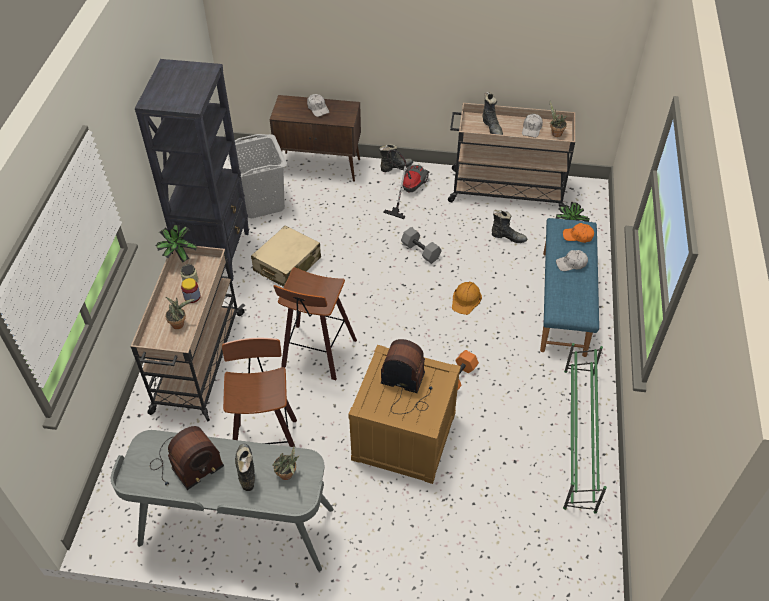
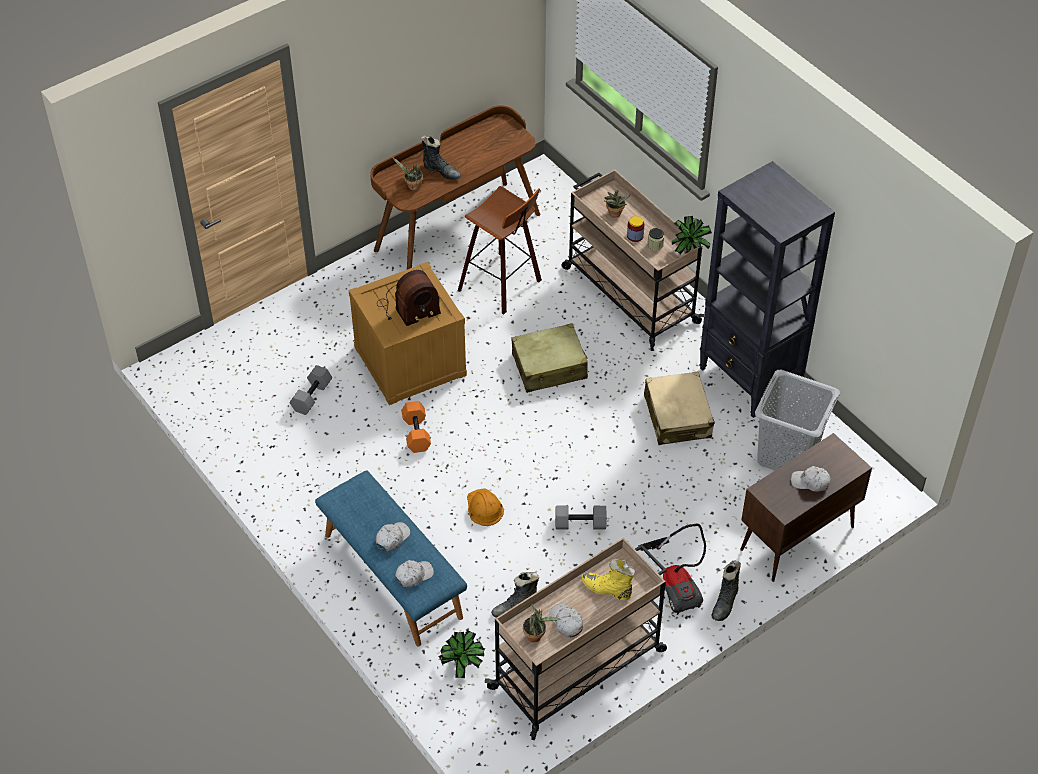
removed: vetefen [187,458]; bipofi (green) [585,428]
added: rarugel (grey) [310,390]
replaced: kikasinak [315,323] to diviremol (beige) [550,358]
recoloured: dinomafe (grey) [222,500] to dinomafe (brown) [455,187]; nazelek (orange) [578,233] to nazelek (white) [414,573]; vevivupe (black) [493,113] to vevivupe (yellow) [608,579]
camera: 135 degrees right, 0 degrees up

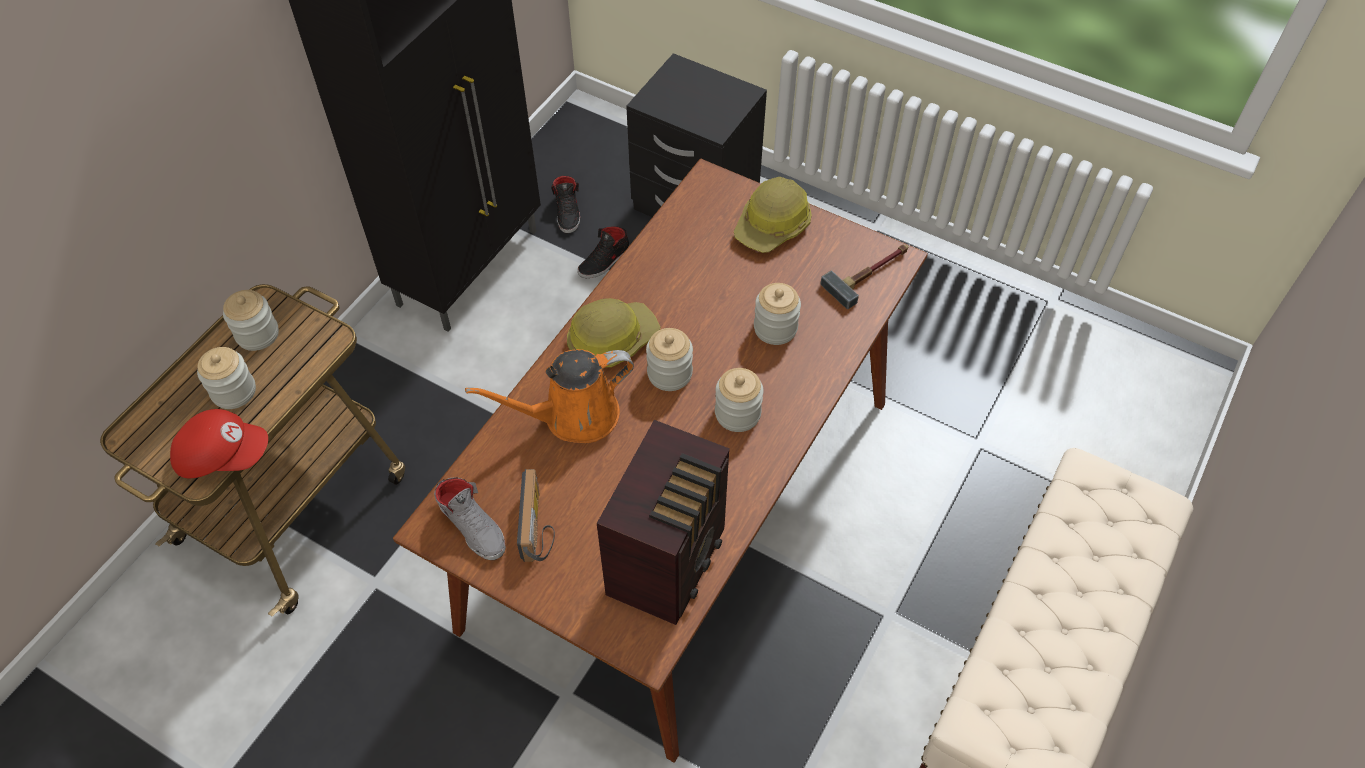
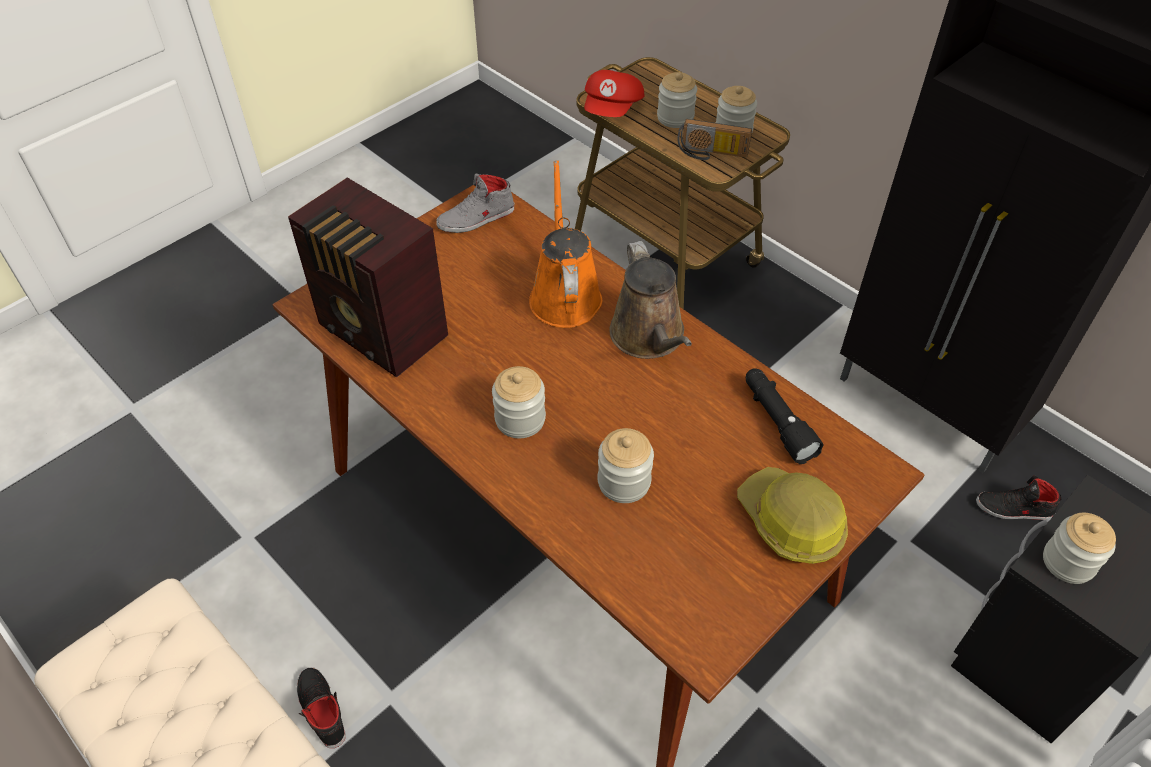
removed: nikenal [864,276]
added: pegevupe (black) [785,416]
moved: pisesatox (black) [604,252] to [321,707]; vetefen [536,515] to [715,139]; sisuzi [669,359] to [1079,548]
replaced: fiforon [614,332] to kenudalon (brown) [650,300]
camera: 105 degrees right, 5 degrees down

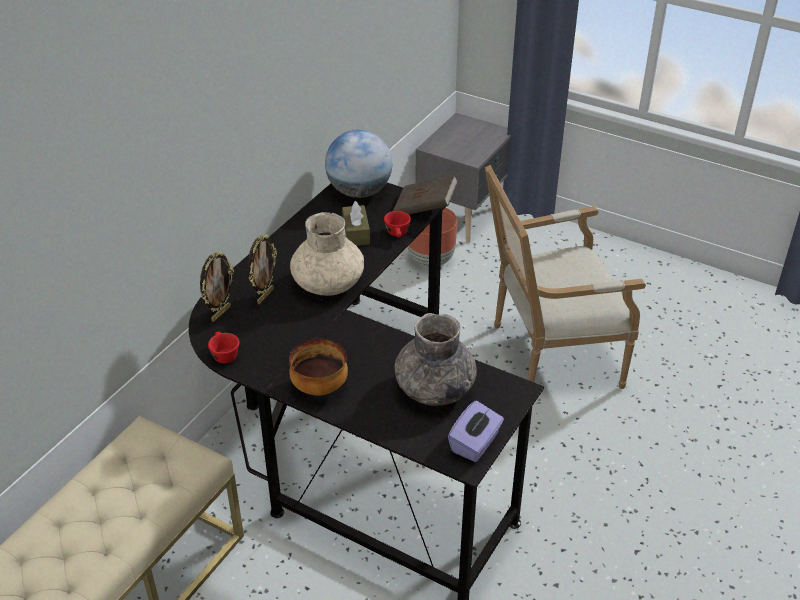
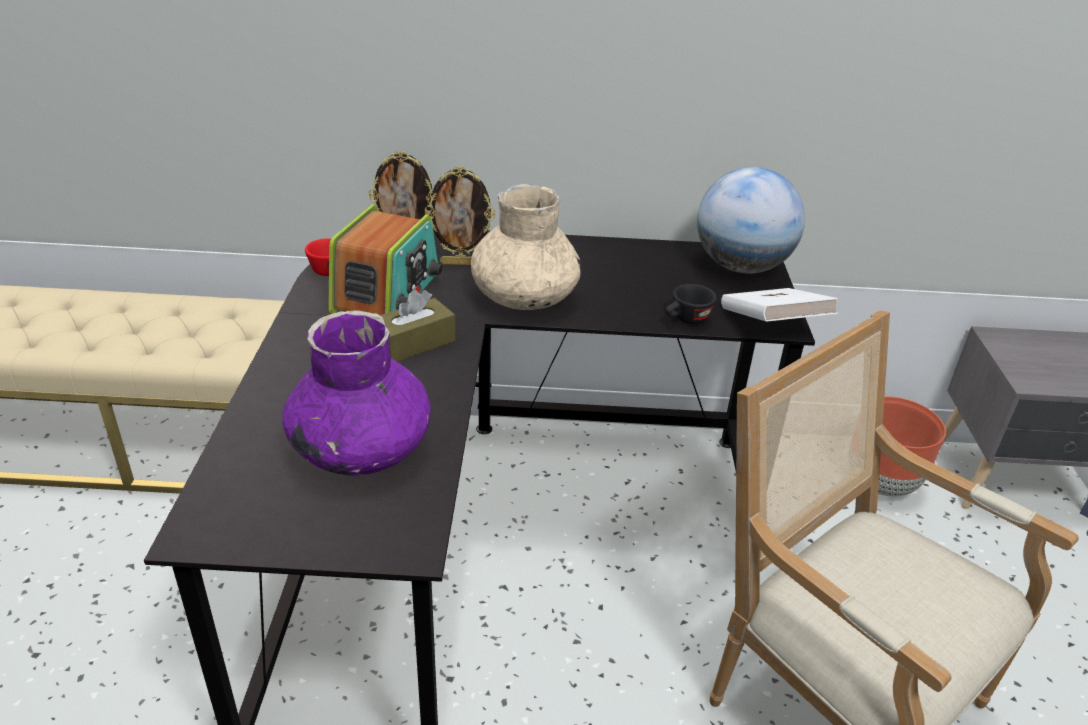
removed: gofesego [318,367]; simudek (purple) [476,431]
added: vetefen [385,260]
moved: simudek (brown) [356,223] to [417,326]
recoloured: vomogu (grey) [436,359] to vomogu (purple) [356,393]; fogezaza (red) [397,224] to fogezaza (black) [691,304]; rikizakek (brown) [425,194] to rikizakek (white) [779,305]
camera: 60 degrees right, 5 degrees down

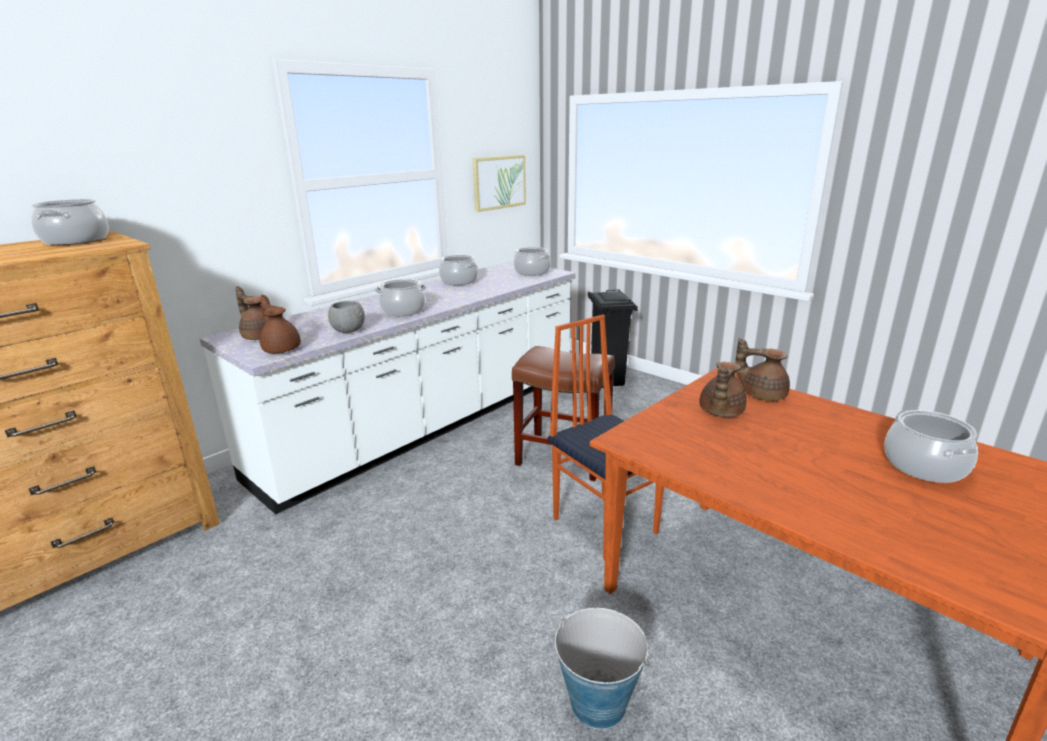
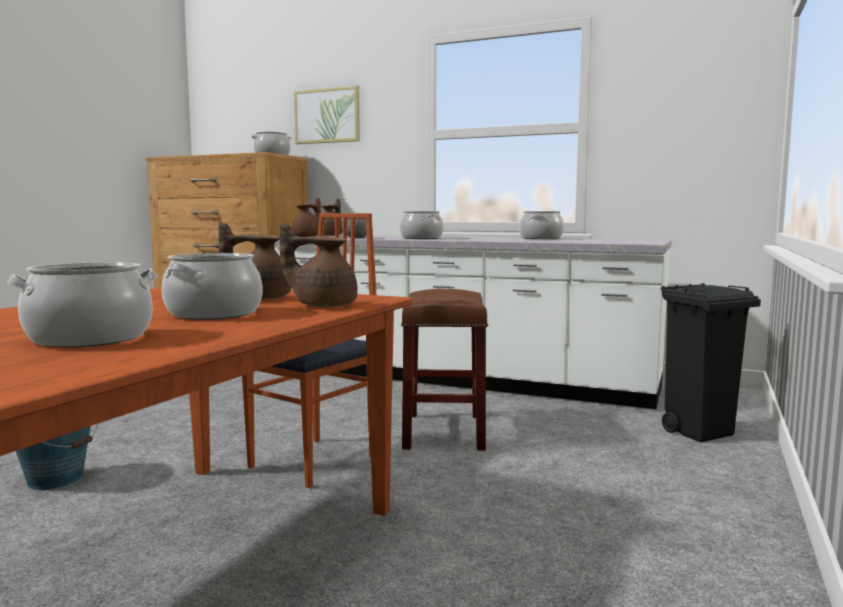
moved: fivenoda [532,261] to [212,286]; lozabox [499,183] to [327,115]
turned: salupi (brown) [762,369] = [319,264] 90 degrees counterclockwise
camera: 70 degrees right, 15 degrees down

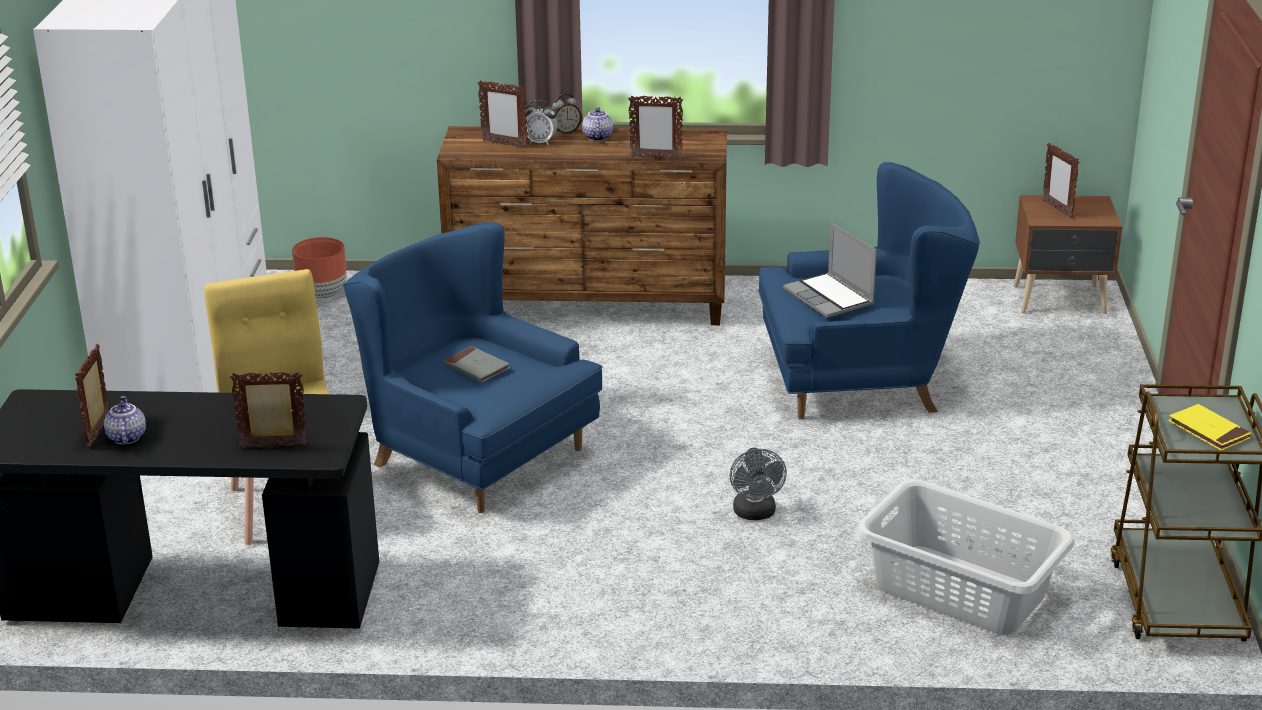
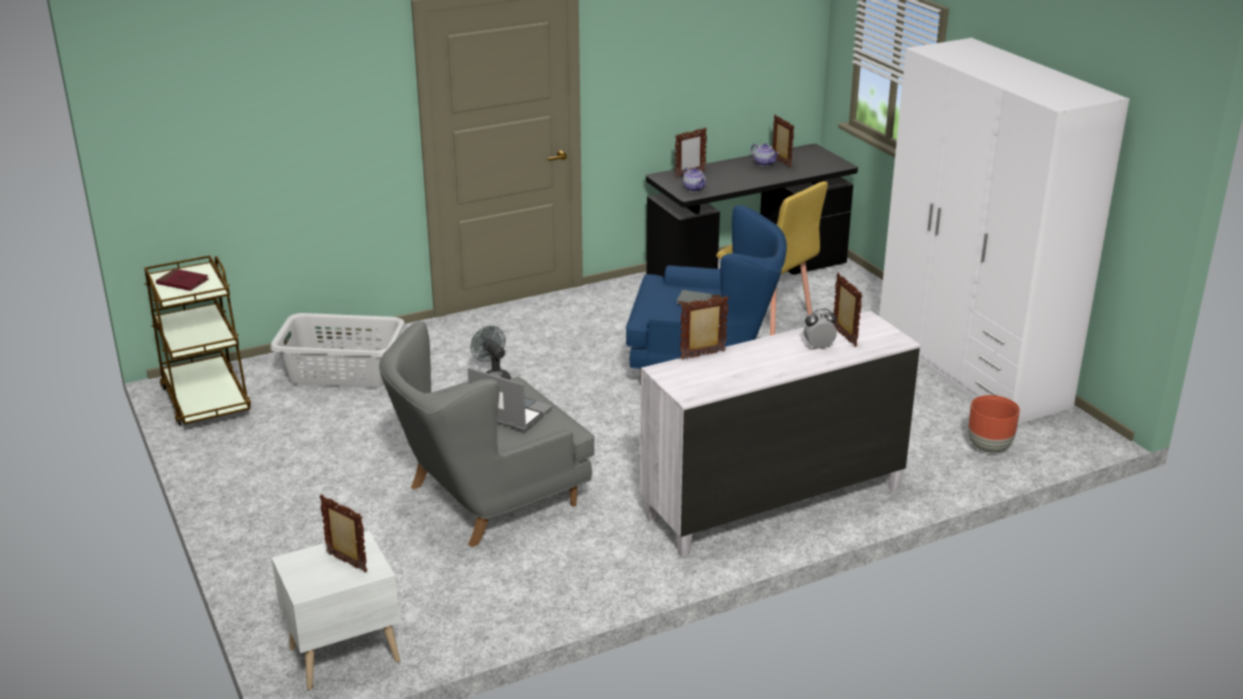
removed: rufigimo [567,114]
moved: salupi [597,124] to [694,179]
recoloured: rikizakek (yellow) [1210,427] to rikizakek (red) [182,280]; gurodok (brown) [1068,254] to gurodok (white) [336,610]; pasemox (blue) [869,290] to pasemox (grey) [487,434]; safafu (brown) [582,225] to safafu (white) [780,434]
turned: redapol [503,114] = [848,309] 75 degrees clockwise
camera: 150 degrees right, 0 degrees up

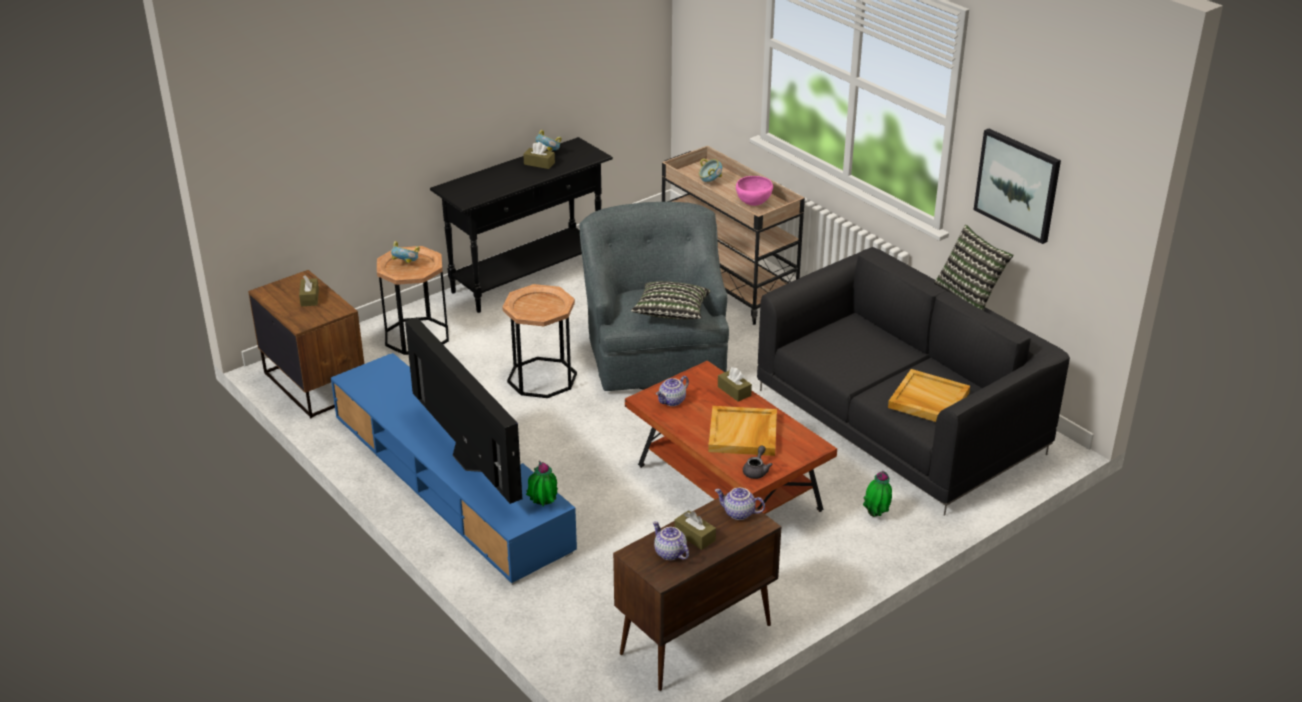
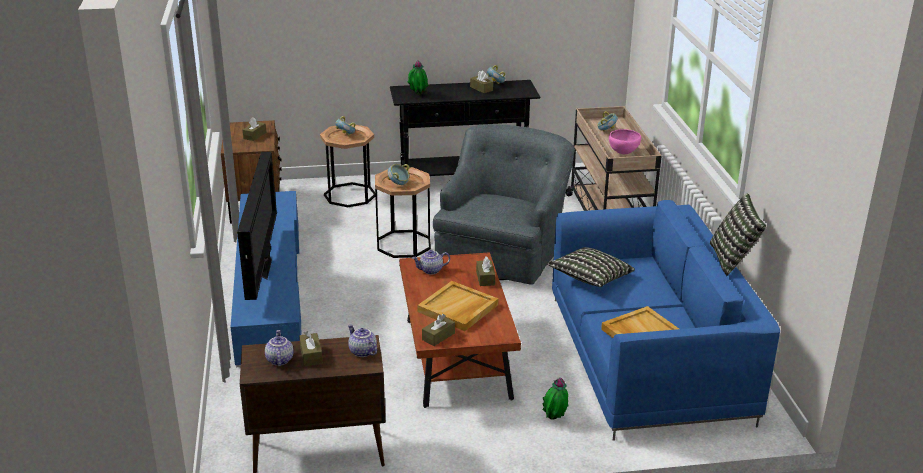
removed: lozabox [1017,186]
added: gofesego [399,174]
moved: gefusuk [542,483] to [418,77]; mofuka [670,300] to [591,267]
replaced: salupi (grey) [758,462] to simudek (brown) [438,330]
recoloured: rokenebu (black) [913,381] to rokenebu (blue) [666,320]
camera: 30 degrees right, 5 degrees down

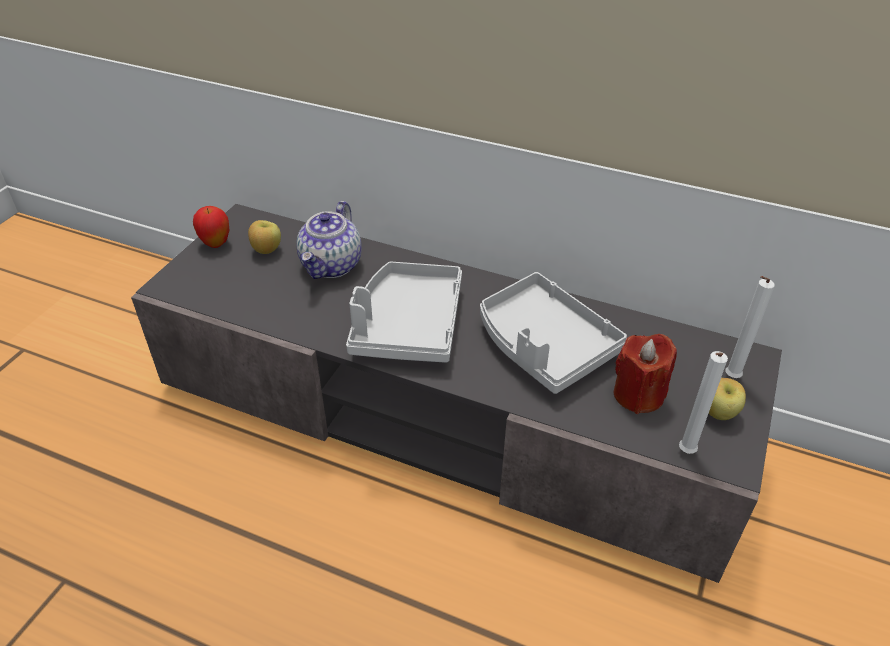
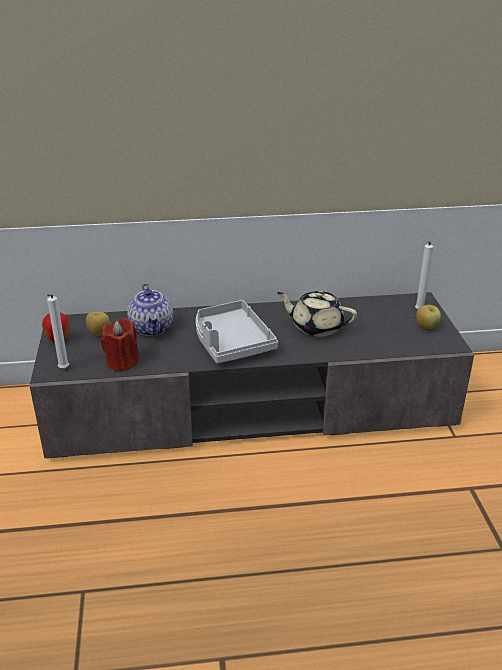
moved: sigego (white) [703,402] to [58,331]; sigego (red) [645,374] to [120,344]
replaced: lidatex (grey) [553,333] to salupi (beige) [317,314]
camera: 30 degrees left, 10 degrees down

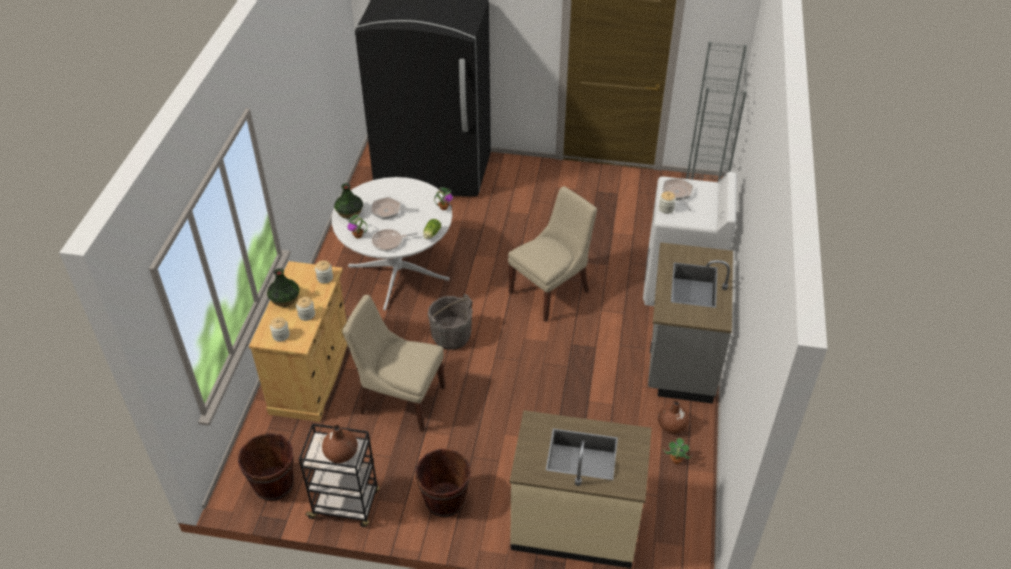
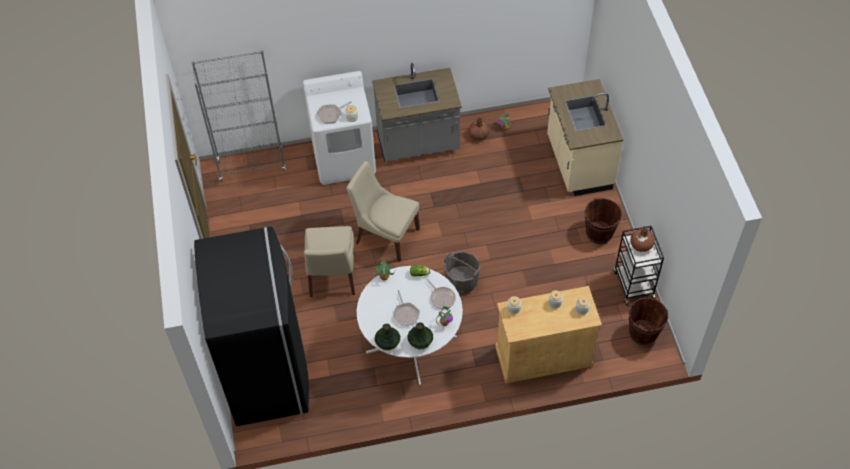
moved: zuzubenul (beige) [393,363] to [329,261]; vomogu [283,287] to [387,337]
camera: 110 degrees left, 10 degrees up

